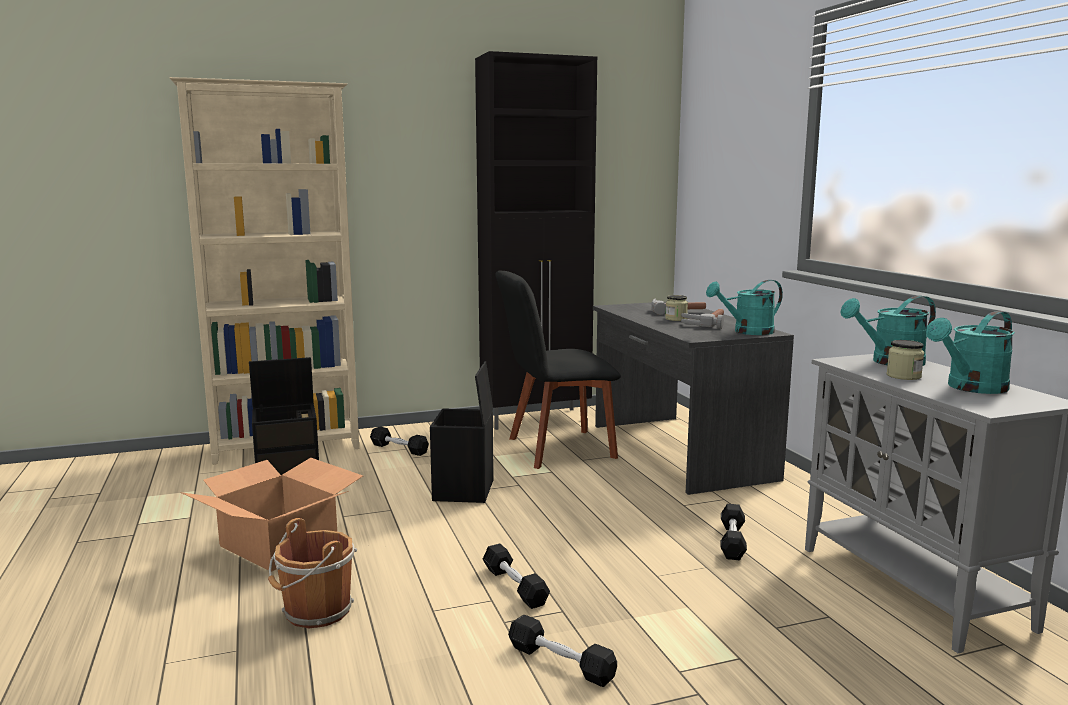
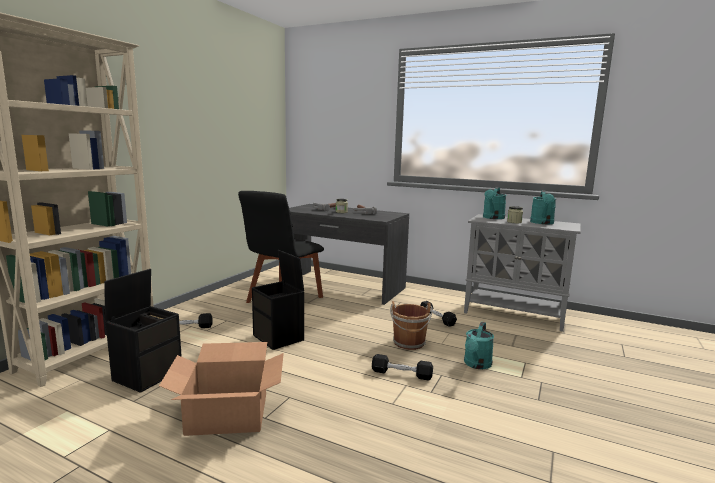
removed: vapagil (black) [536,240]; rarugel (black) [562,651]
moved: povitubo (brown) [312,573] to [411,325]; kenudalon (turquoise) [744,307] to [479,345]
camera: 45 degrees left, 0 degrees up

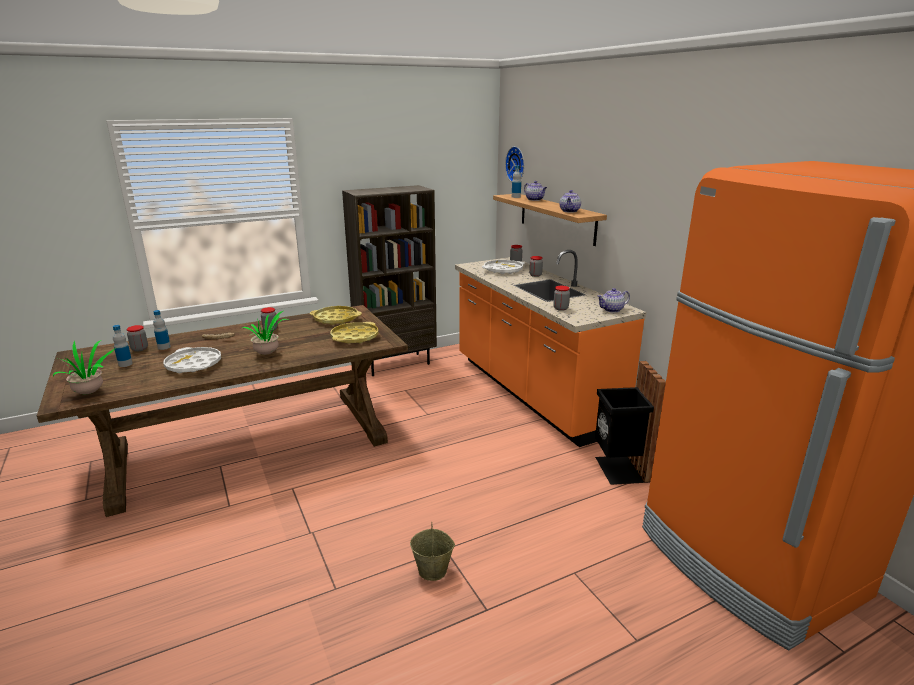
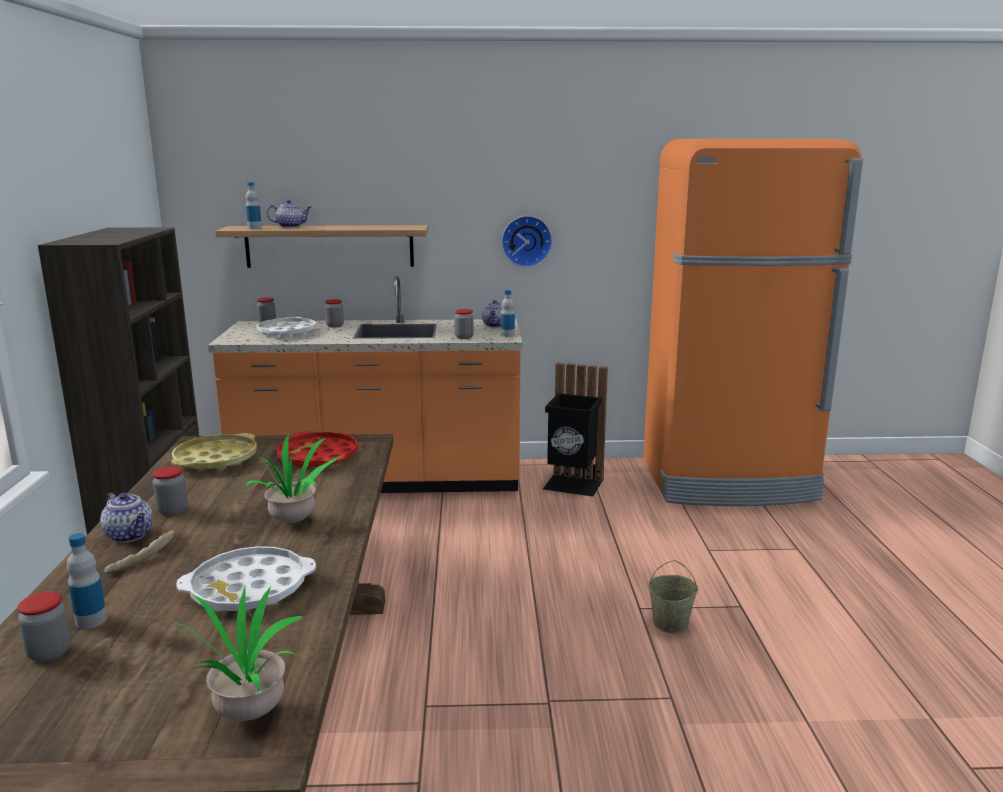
moved: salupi [570,201] to [126,518]; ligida [514,164] to [527,242]; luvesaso [123,346] to [508,313]
recoloured: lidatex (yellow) [354,333] to lidatex (red) [317,449]
camera: 65 degrees left, 5 degrees down

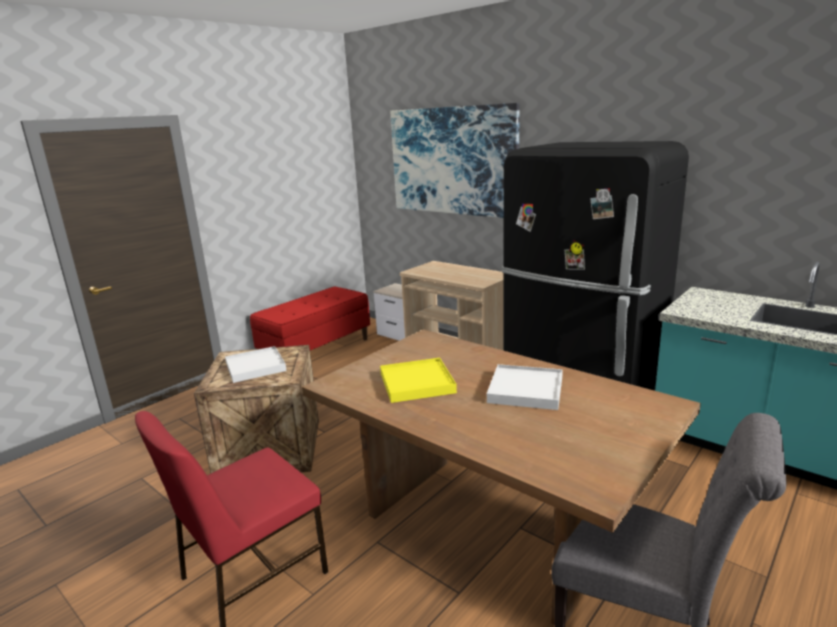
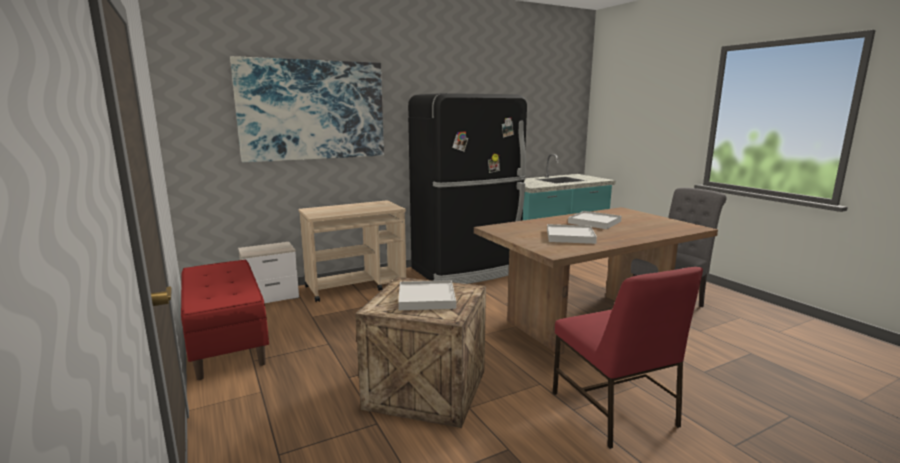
recoloured: lidatex (yellow) [418,380] to lidatex (white) [572,234]
camera: 70 degrees left, 5 degrees down

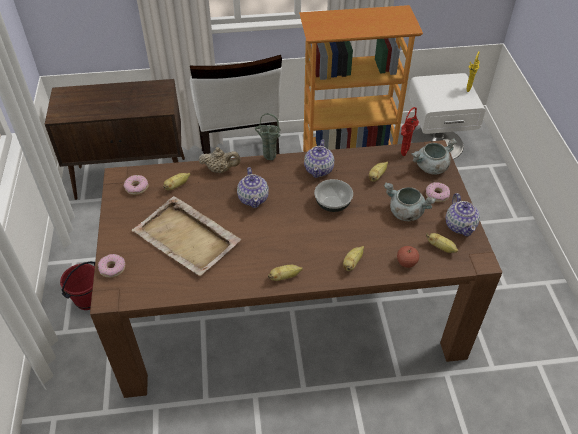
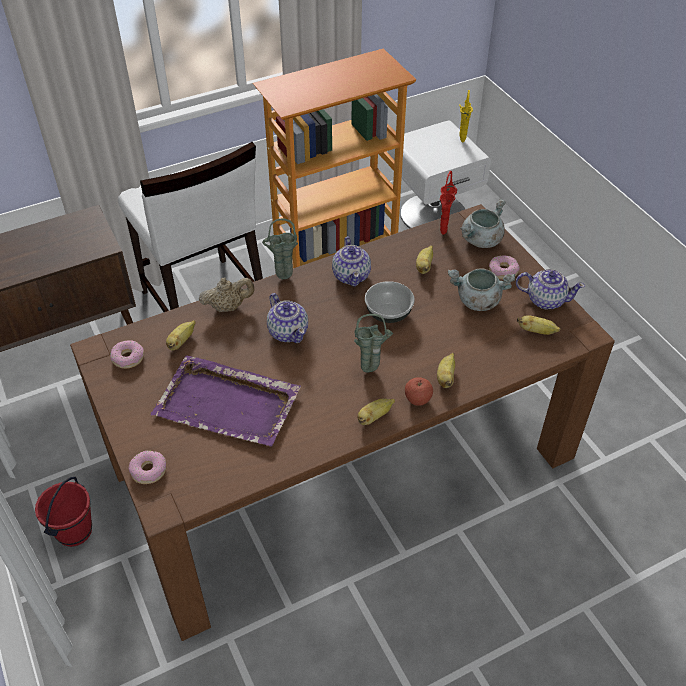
added: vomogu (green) [373,343]
moved: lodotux [408,257] to [419,391]
recoloured: lidatex (beige) [186,236] to lidatex (purple) [226,401]
turned: salupi [463,215] = [550,289] 45 degrees counterclockwise
camera: 20 degrees left, 0 degrees up

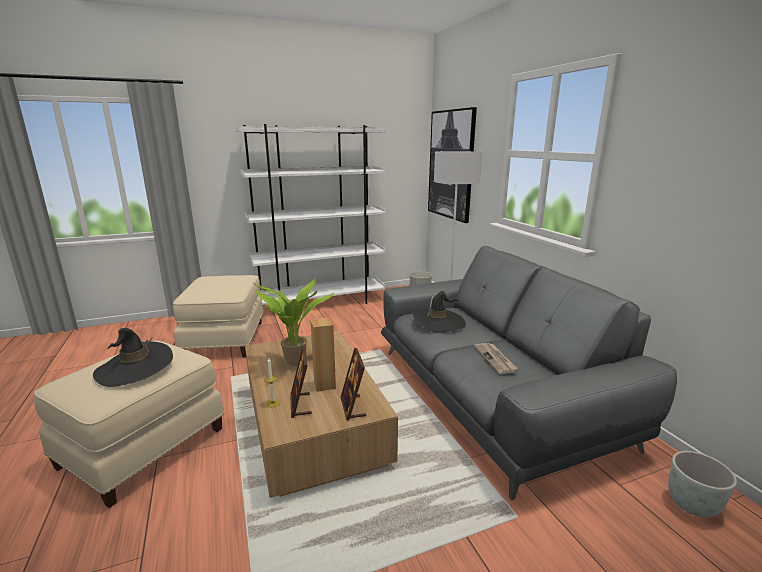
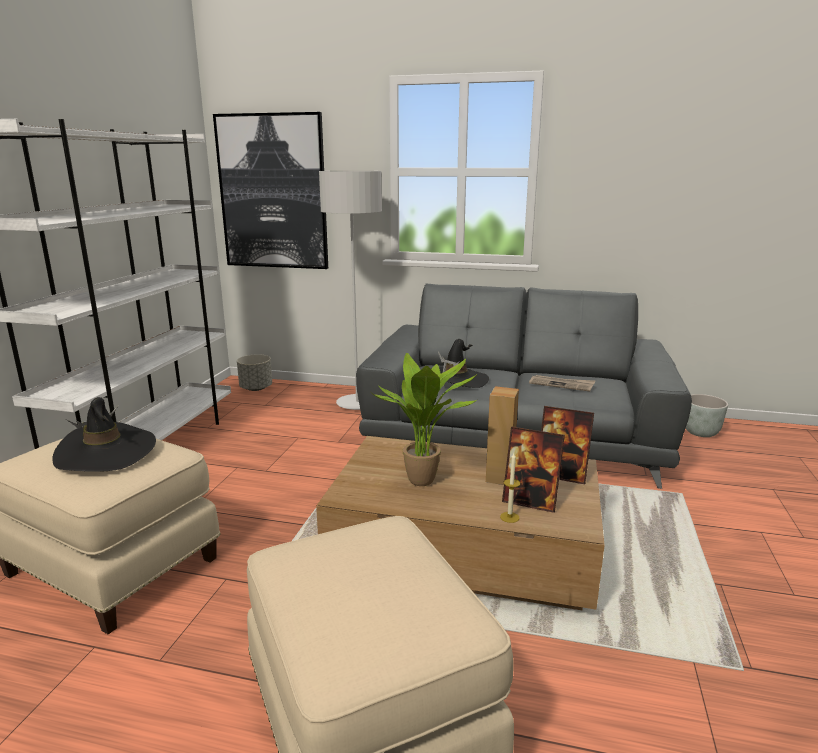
moved: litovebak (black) [133,357] to [104,434]
camera: 55 degrees left, 0 degrees up

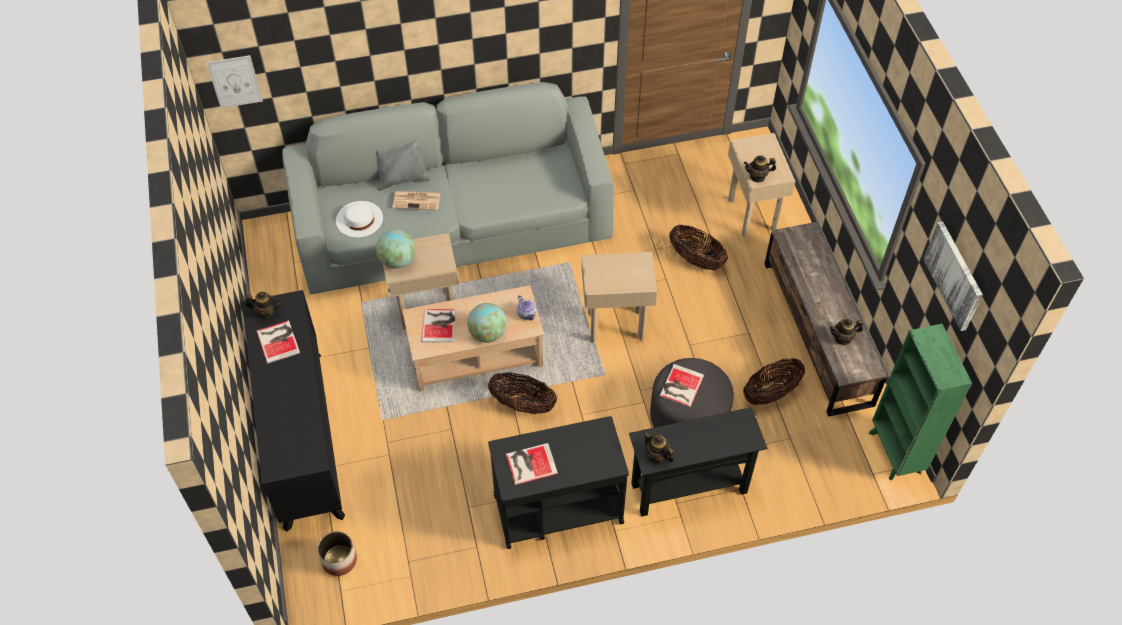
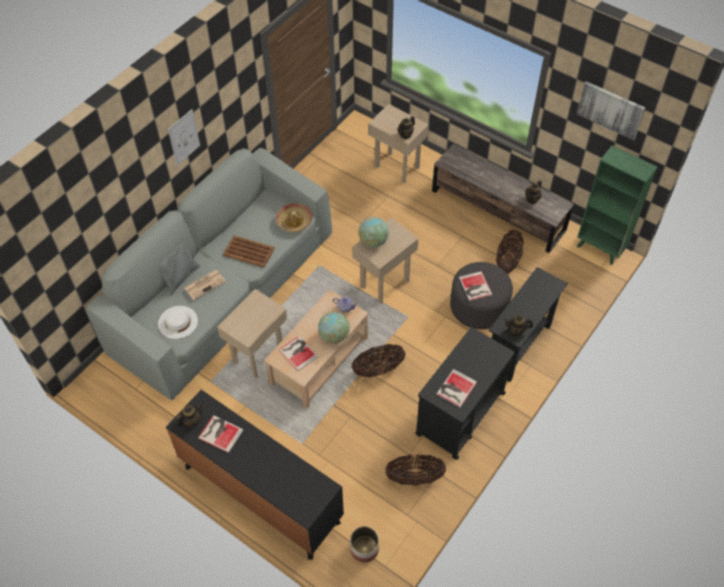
added: lidatex (brown) [249,251]; litovebak [294,217]
moved: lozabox [234,81] to [184,137]; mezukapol [396,248] to [374,232]; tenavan [698,248] to [415,470]
camera: 40 degrees left, 0 degrees up

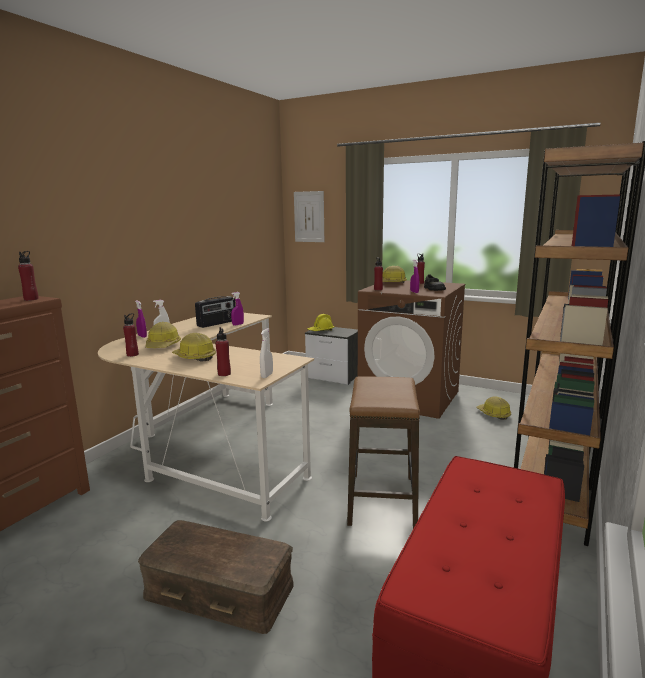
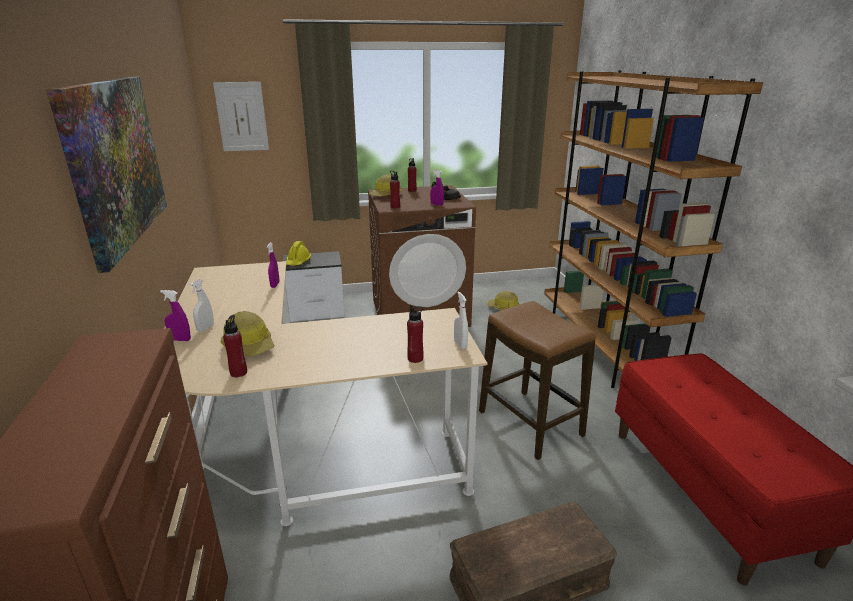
removed: luvesaso (red) [28,276]; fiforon [194,347]; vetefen [215,312]
added: lozabox [106,175]
camera: 40 degrees left, 10 degrees up

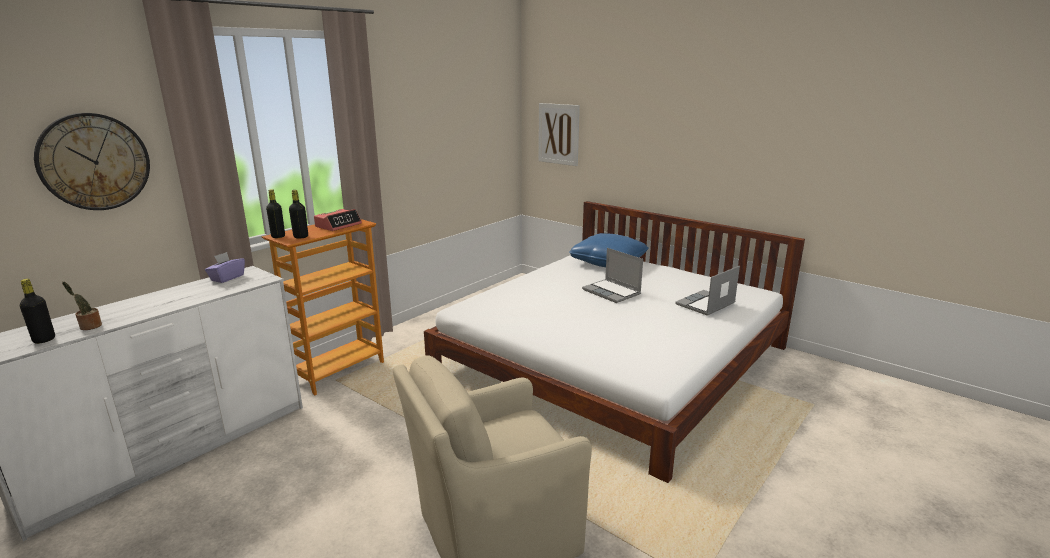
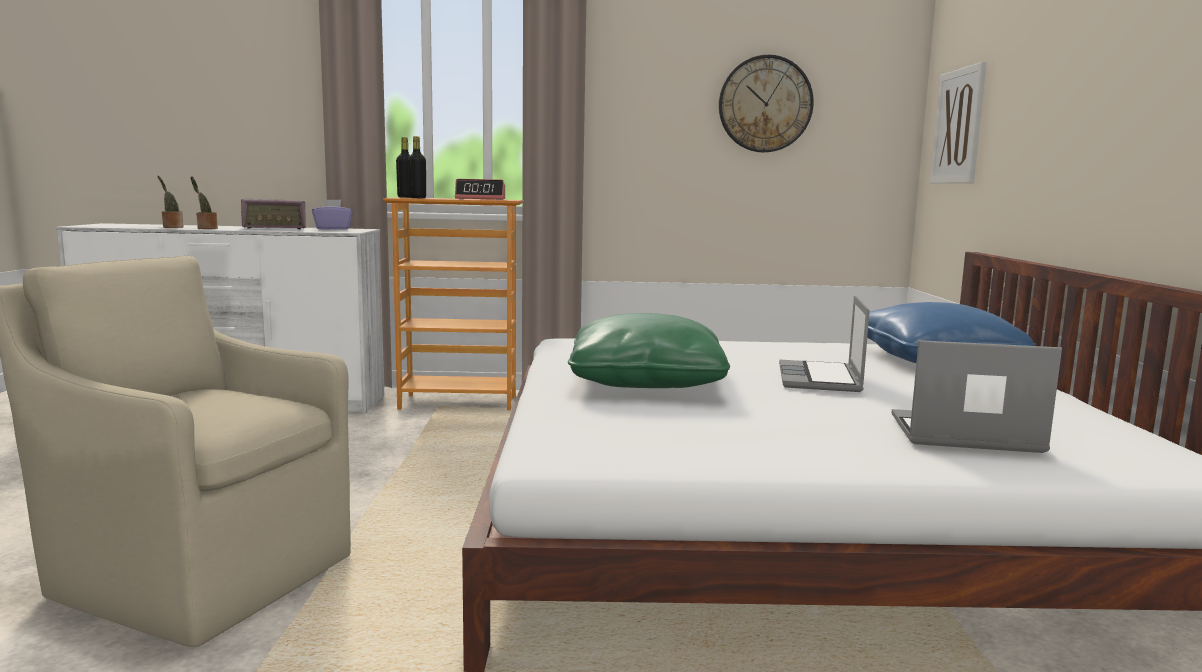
removed: luvesaso (black) [37,311]
added: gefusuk [204,202]; vetefen [273,214]; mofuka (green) [649,350]
moved: ligida [92,161] to [766,103]
camera: 50 degrees right, 10 degrees down

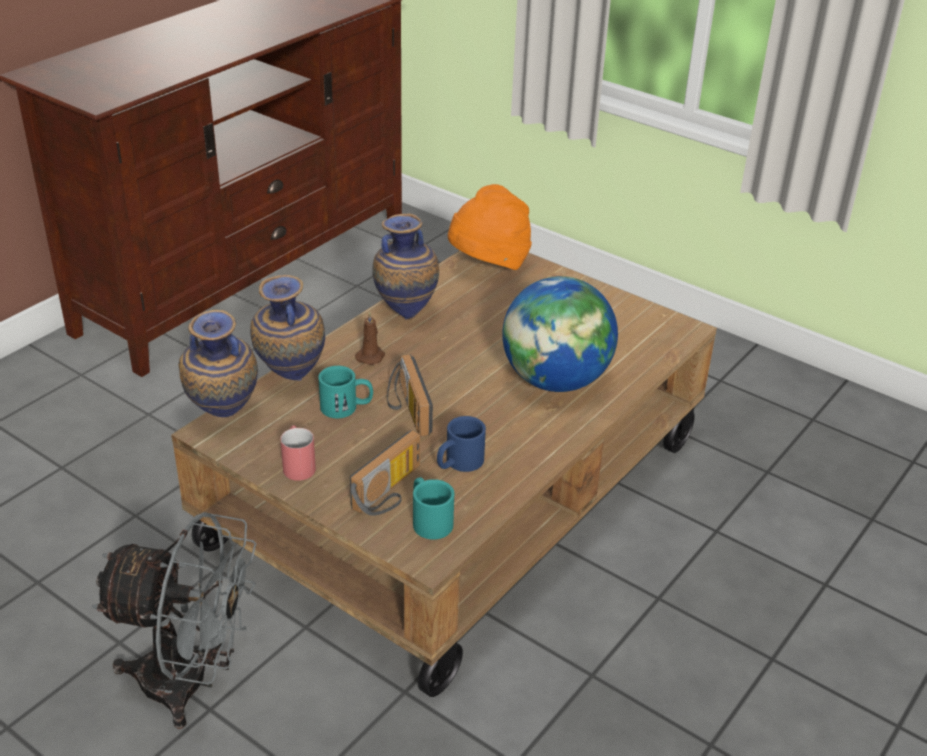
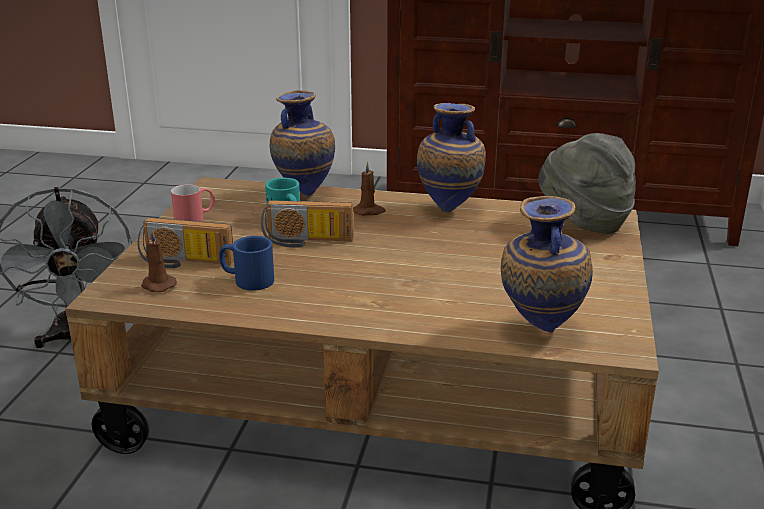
removed: mezukapol [560,334]
moved: vomogu [218,363] to [547,264]
replaced: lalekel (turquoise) [434,508] to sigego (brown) [159,260]
recoloured: litovebak (orange) [490,227] to litovebak (grey) [587,183]
turned: vetefen [410,395] = [307,224] 135 degrees counterclockwise
camera: 65 degrees right, 10 degrees down

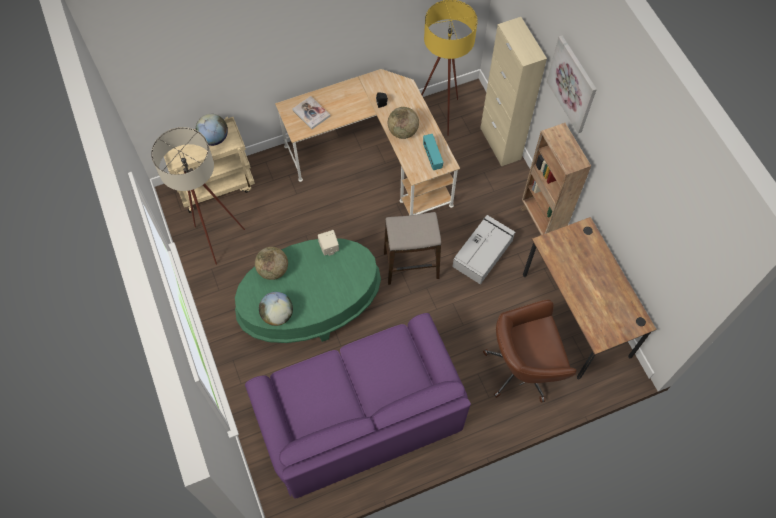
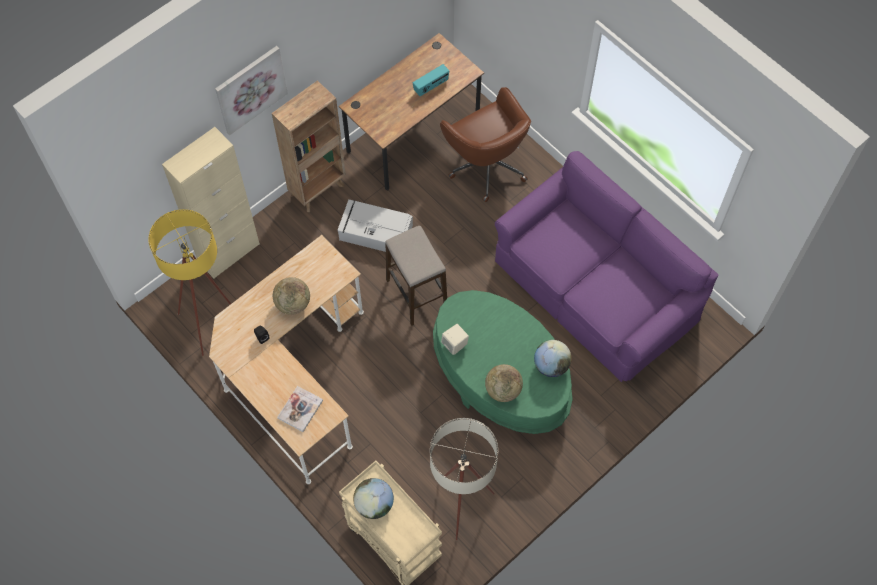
moved: vetefen [433,152] to [431,80]
camera: 110 degrees left, 0 degrees up

